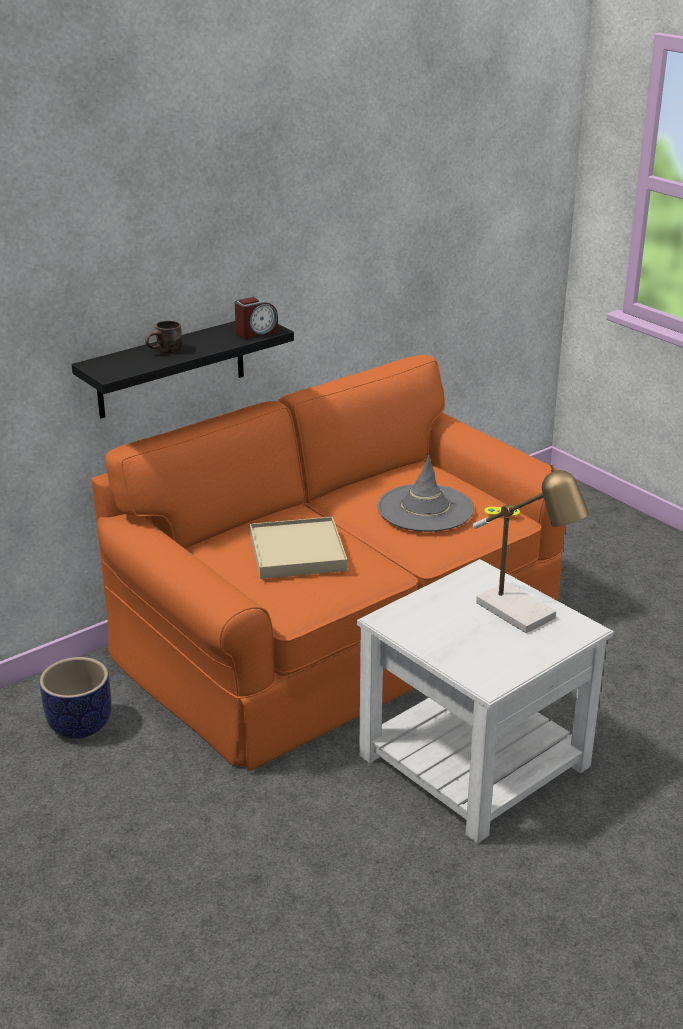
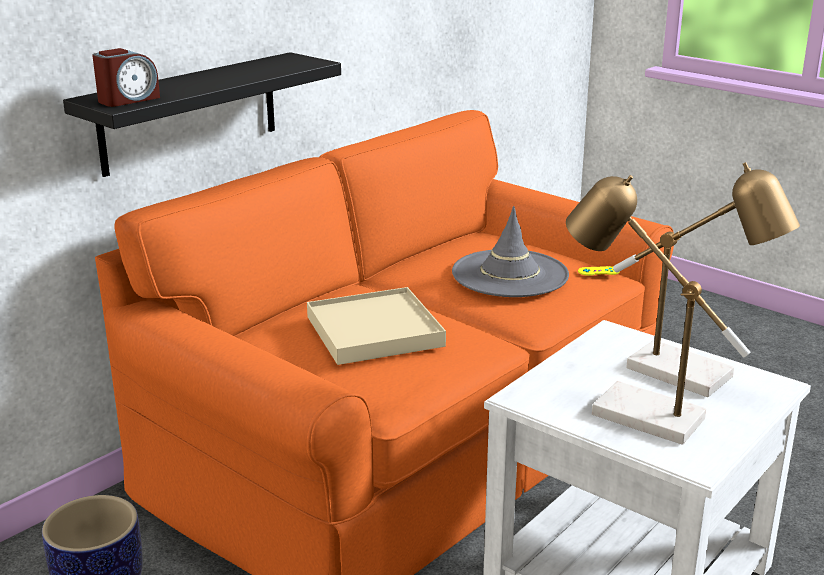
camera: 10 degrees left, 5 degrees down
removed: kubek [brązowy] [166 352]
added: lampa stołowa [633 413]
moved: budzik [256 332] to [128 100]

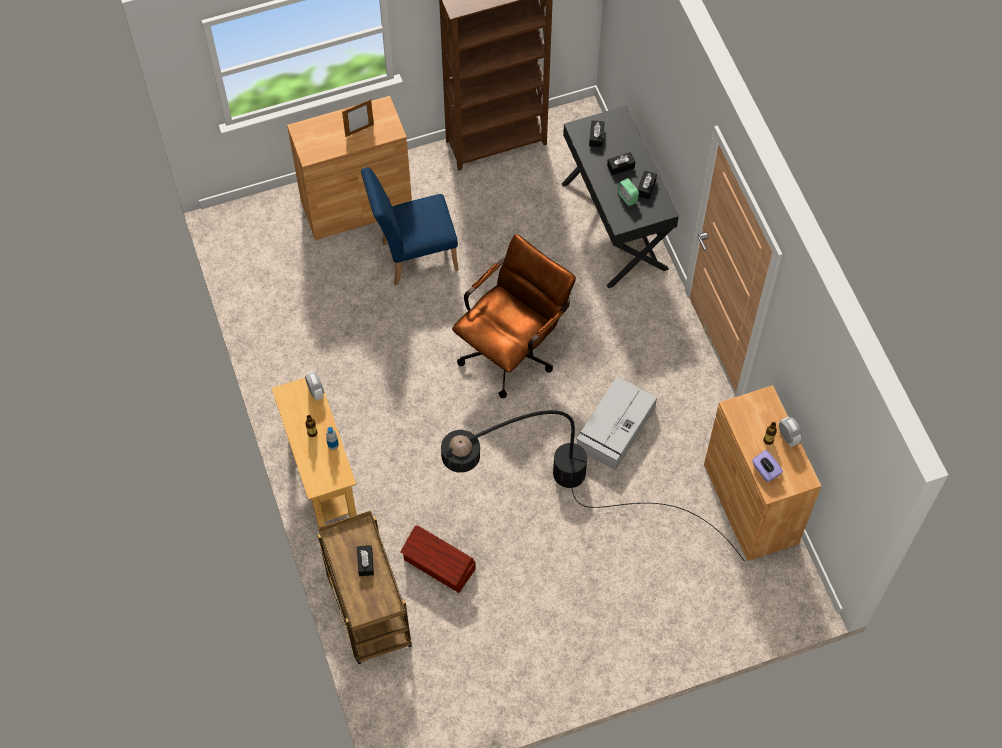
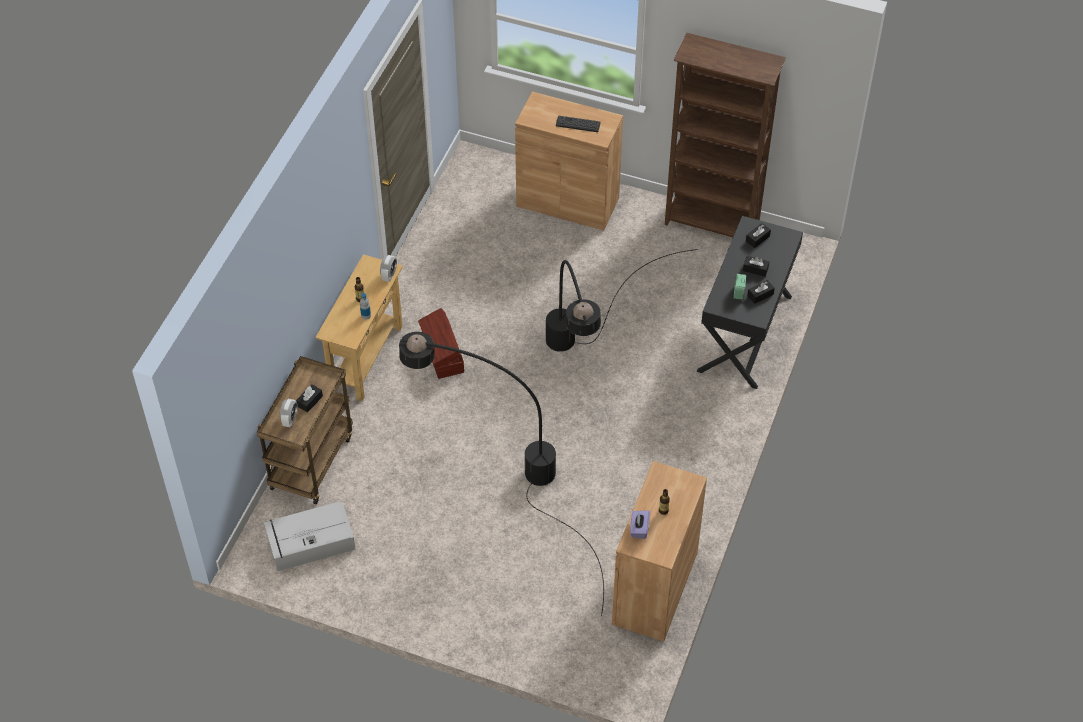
camera: 40 degrees right, 10 degrees down
removed: krzesło [niebieski] [413 256]
moved: pojemnik do przechowywania [brązowy] [439 565] to [442 354]; pojemnik do przechowywania [szary] [615 429] to [309 542]; budzik [787 437] to [290 420]
replaced: ramka na zdjęcie [359 130] to klawiatura [578 124]; krzesło biurowe [brązowy] [513 349] to lampa stojąca [czarny] [583 365]

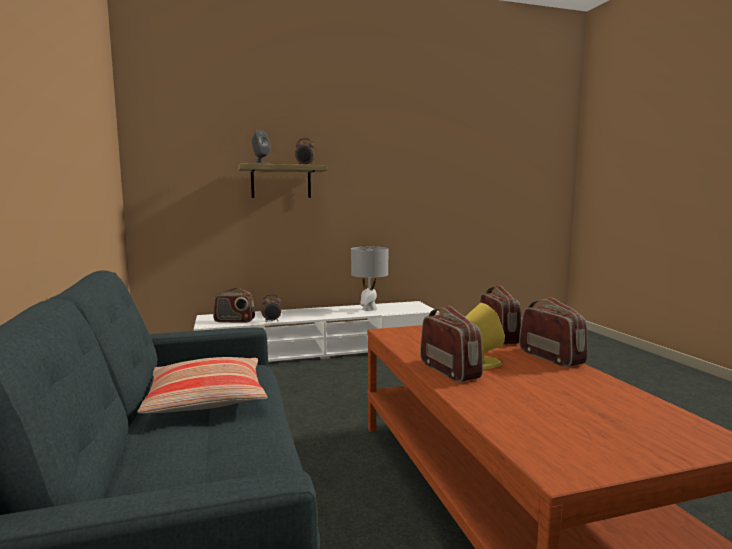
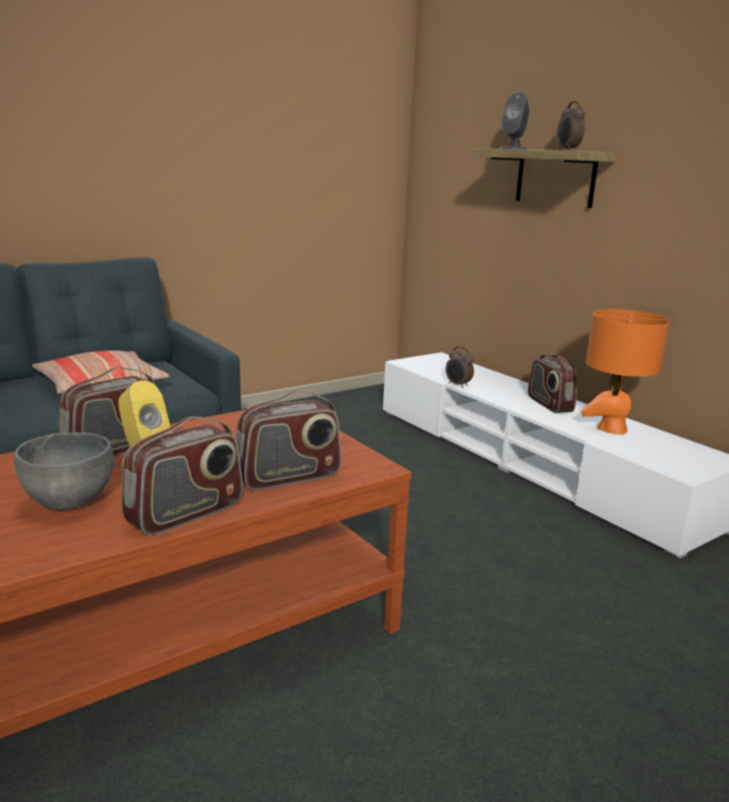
camera: 70 degrees right, 10 degrees up
added: miska [szary] [69 502]
moved: radio [234 321] to [549 404]
recoloured: lampa stołowa [szary] [369 309] to lampa stołowa [pomarańczowy] [612 429]

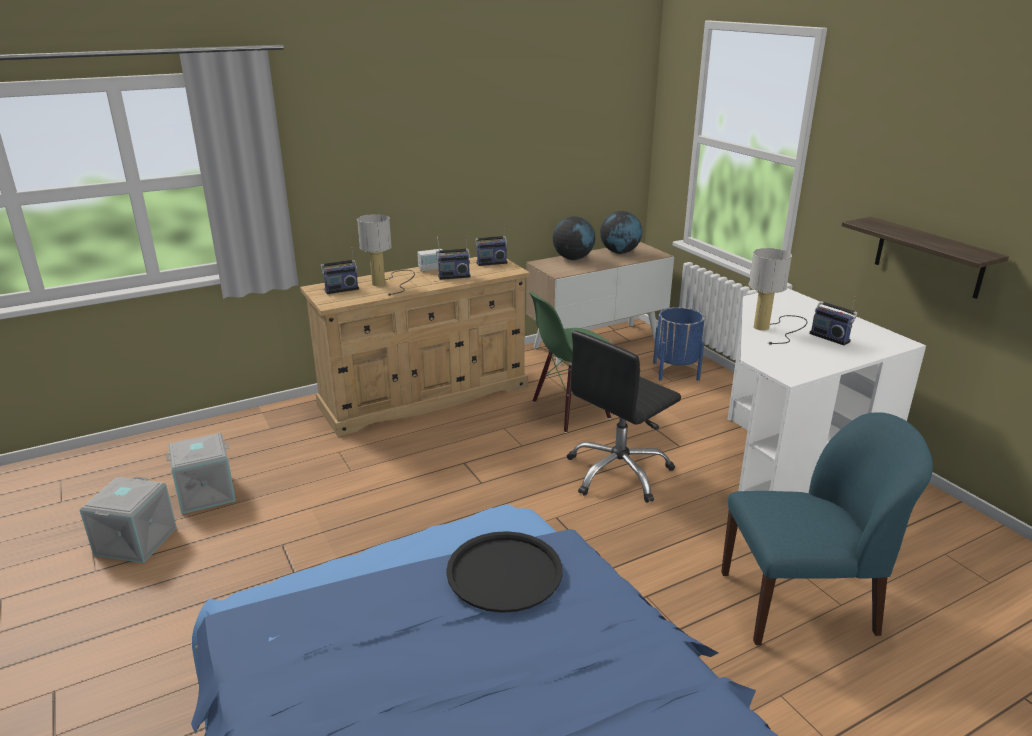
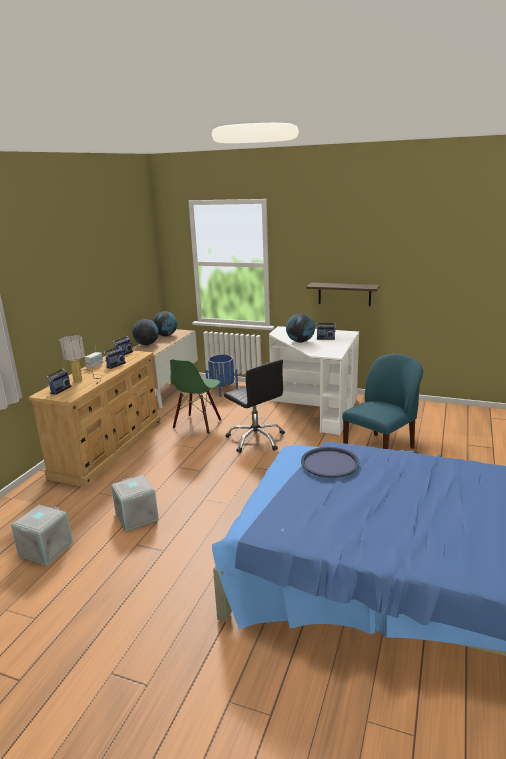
camera: 40 degrees left, 5 degrees down
moved: pojemnik do przechowywania [szary] [137 542] to [137 516]
replaced: lampa stołowa [772 328] to globus [300 341]
recoloured: taca [czarny] [504 572] to taca [niebieski] [329 463]
turned: krzesło biurowe [czarny] [619 473] = [256 439] 45 degrees counterclockwise

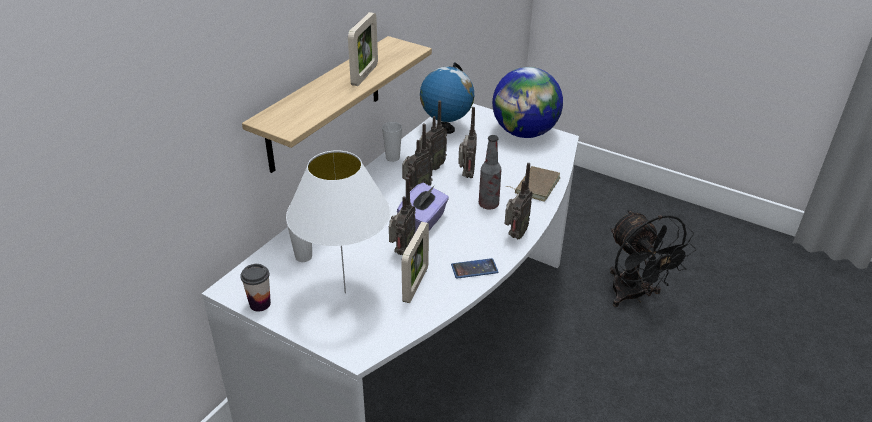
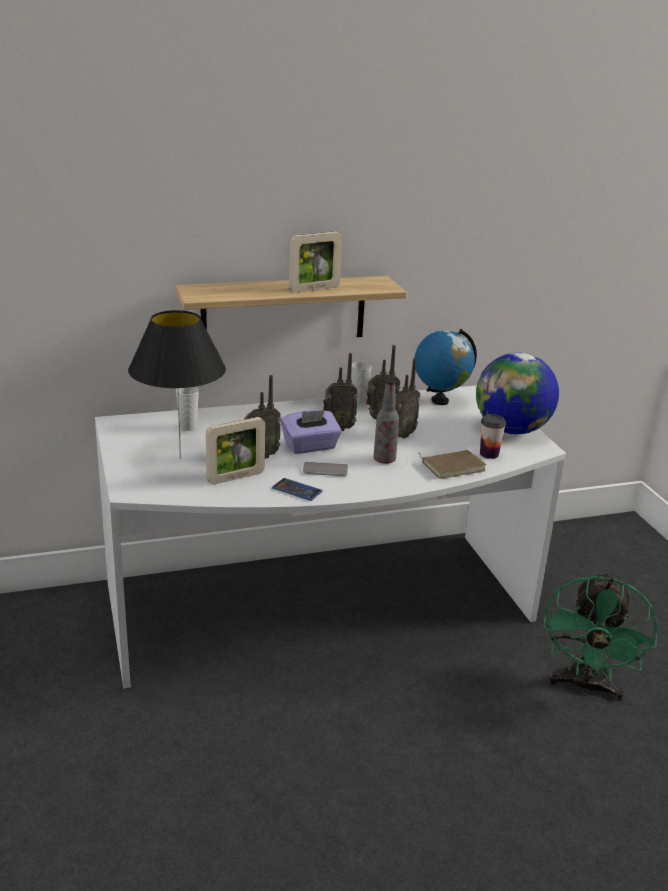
camera: 40 degrees right, 10 degrees down
removed: radio [514 235]
added: telefon [325 470]
moved: filiżanka [260 304] to [489 454]
recoloured: lampa stołowa [biały] [344 292] to lampa stołowa [czarny] [180 458]; wentylator [czarny] [634 296] to wentylator [zielony] [585 687]

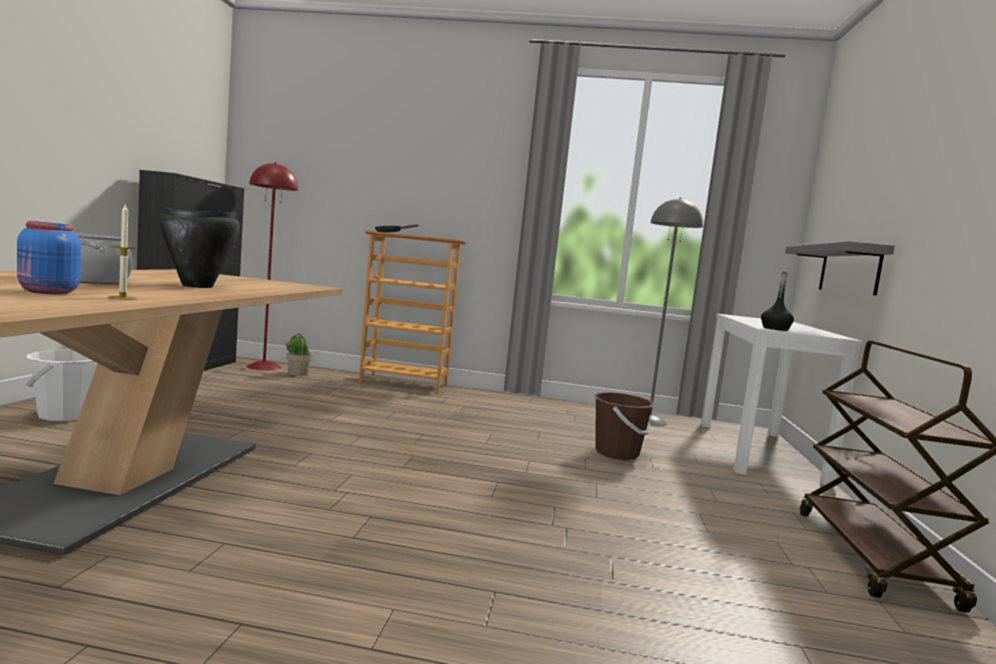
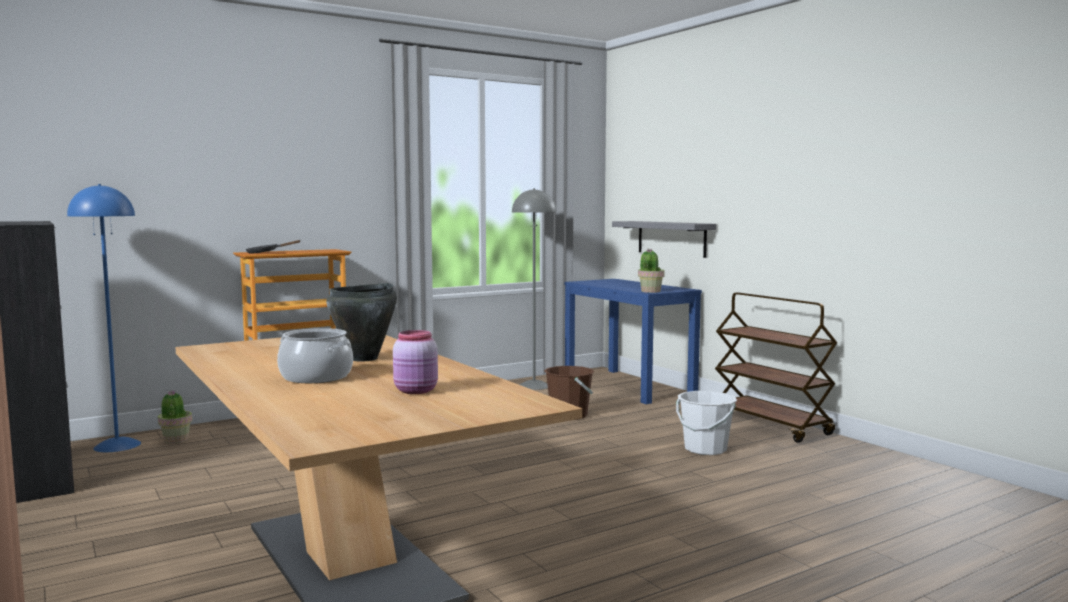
camera: 40 degrees left, 0 degrees up
removed: świeca [122 298]
moved: wiadro [biały] [67 415] to [705 449]
replaced: butelka [czarny] [775 329] to roślina doniczkowa [650 291]
recoloured: słoik [niebieski] [48 292] to słoik [różowy] [416 391]; lampa stojąca [czerwony] [264 366] to lampa stojąca [niebieski] [117 445]; stolik konsolowy [biały] [758 451] to stolik konsolowy [niebieski] [628 386]

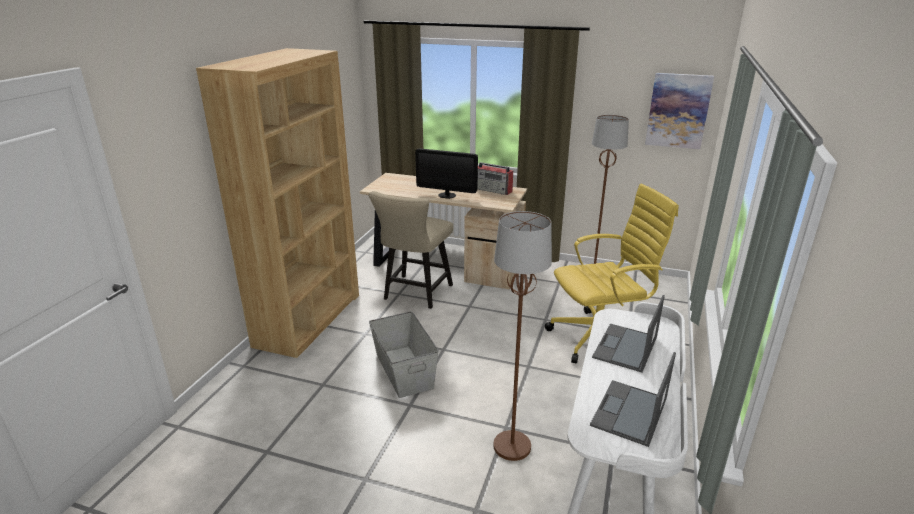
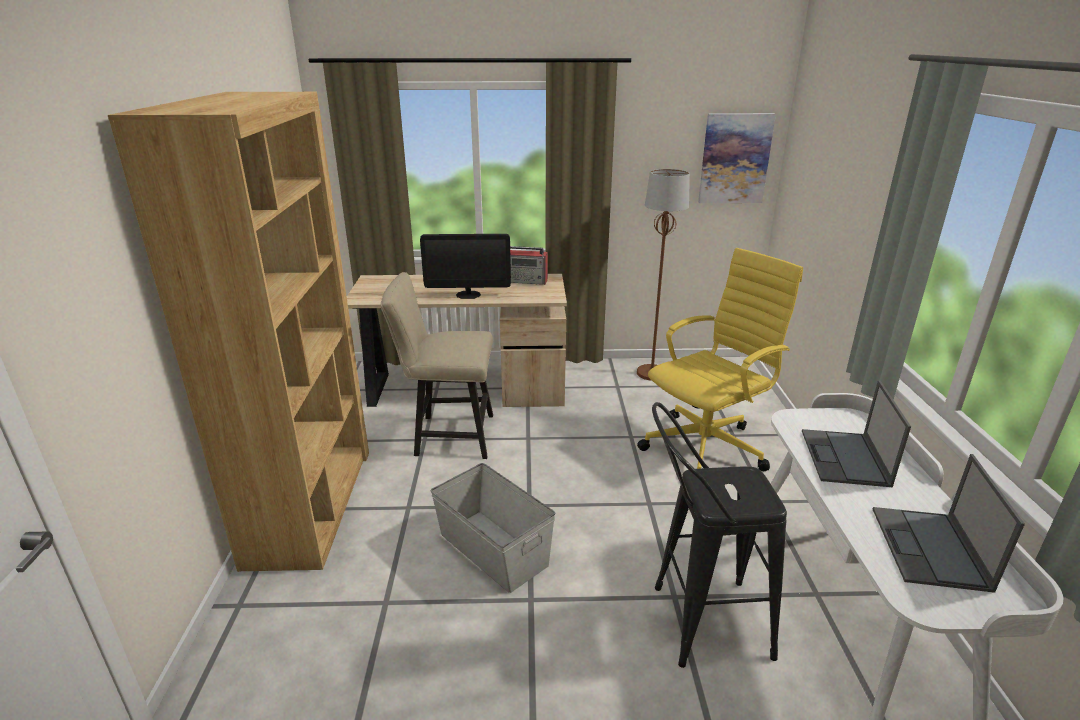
camera: 20 degrees left, 0 degrees up
replaced: lampa stojąca [brązowy] [511 446] to stołek [czarny] [697 622]
turned: krzesło [beżowy] [415 294] = [447 436] 90 degrees clockwise

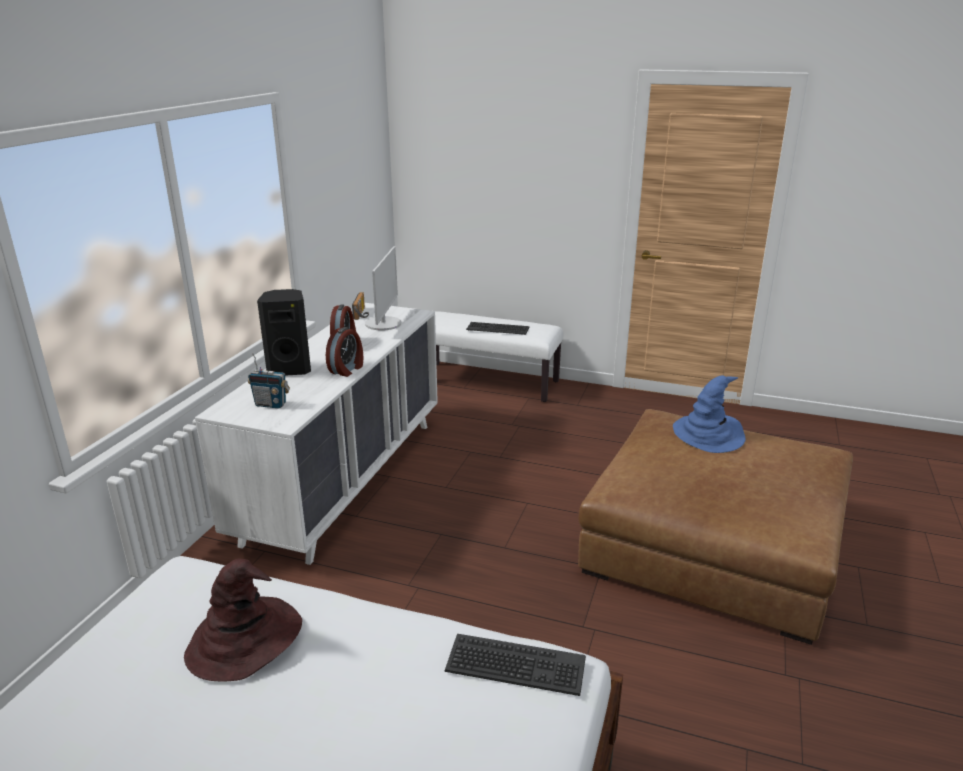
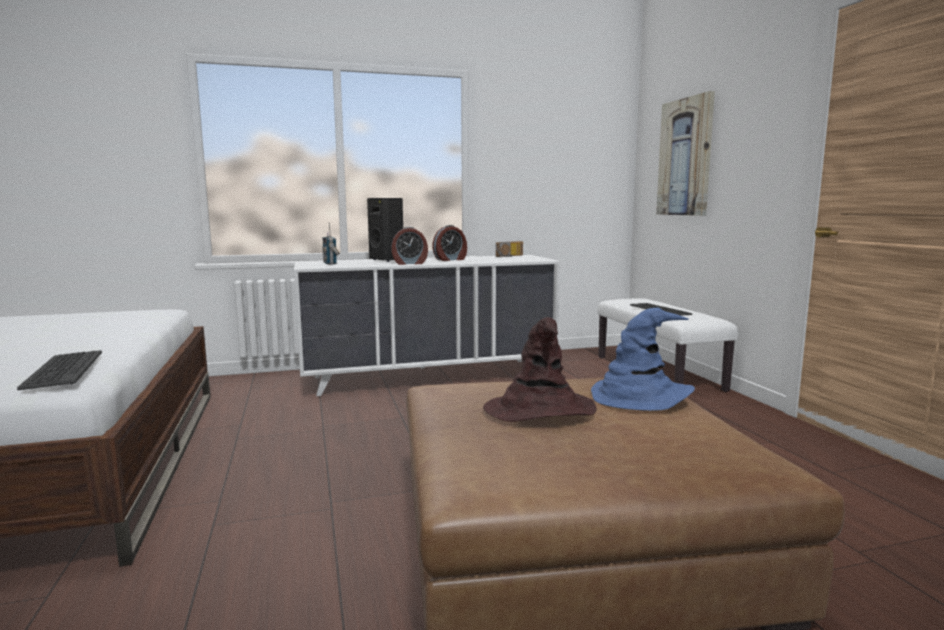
camera: 55 degrees right, 15 degrees down
removed: monitor [384 324]
added: obraz [685 157]
moved: kapelusz [brązowy] [245 640] to [540 410]

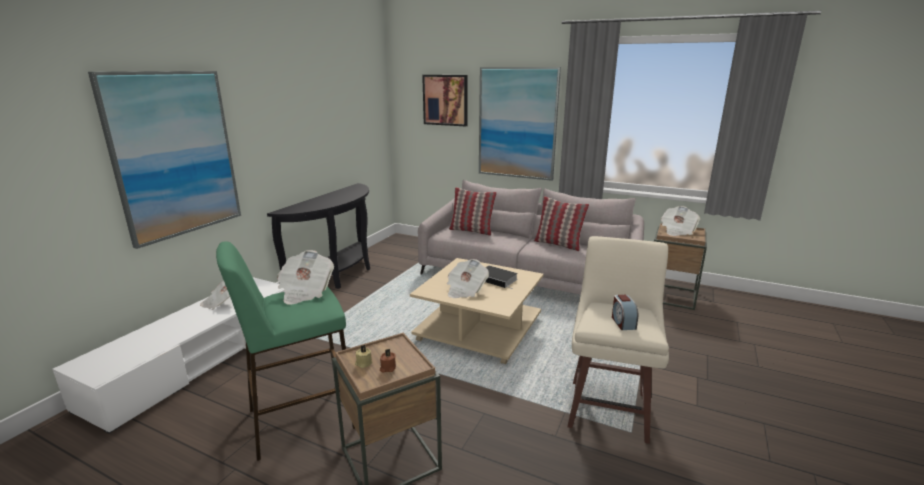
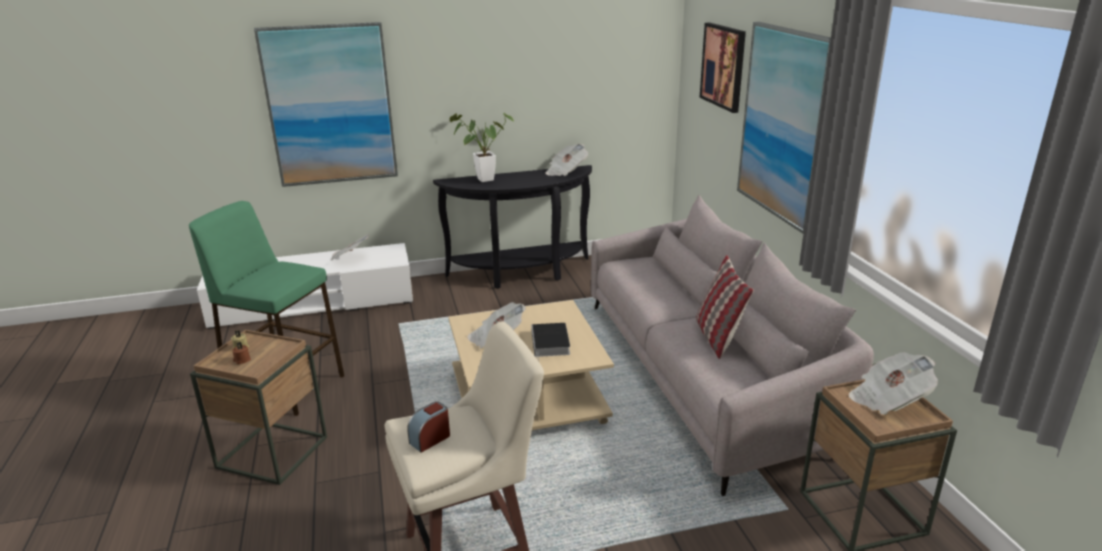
camera: 50 degrees right, 5 degrees up
removed: poduszka [471 231]
added: roślina doniczkowa [481 180]
moved: gazeta [305 291] to [566 171]

